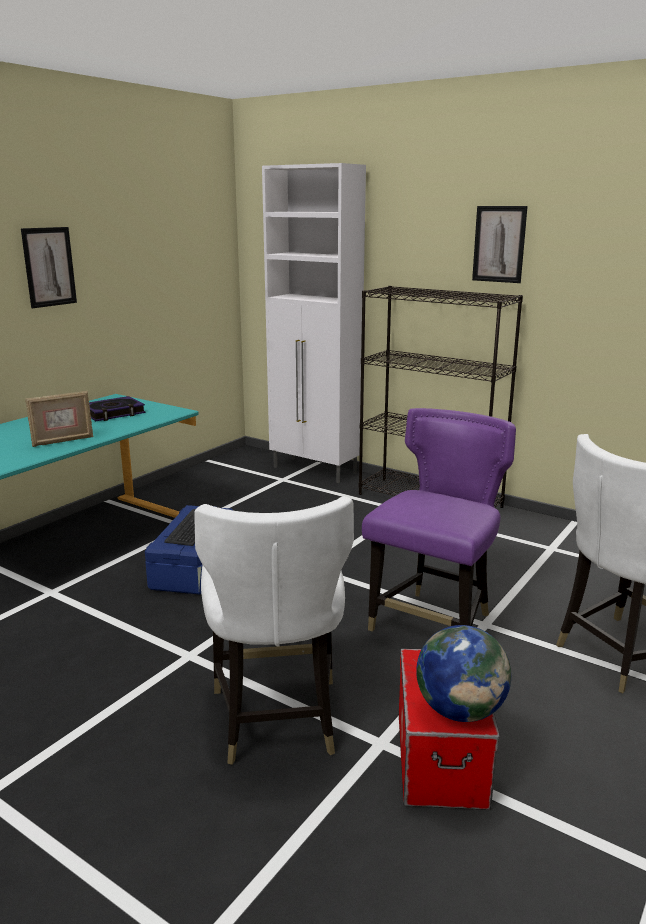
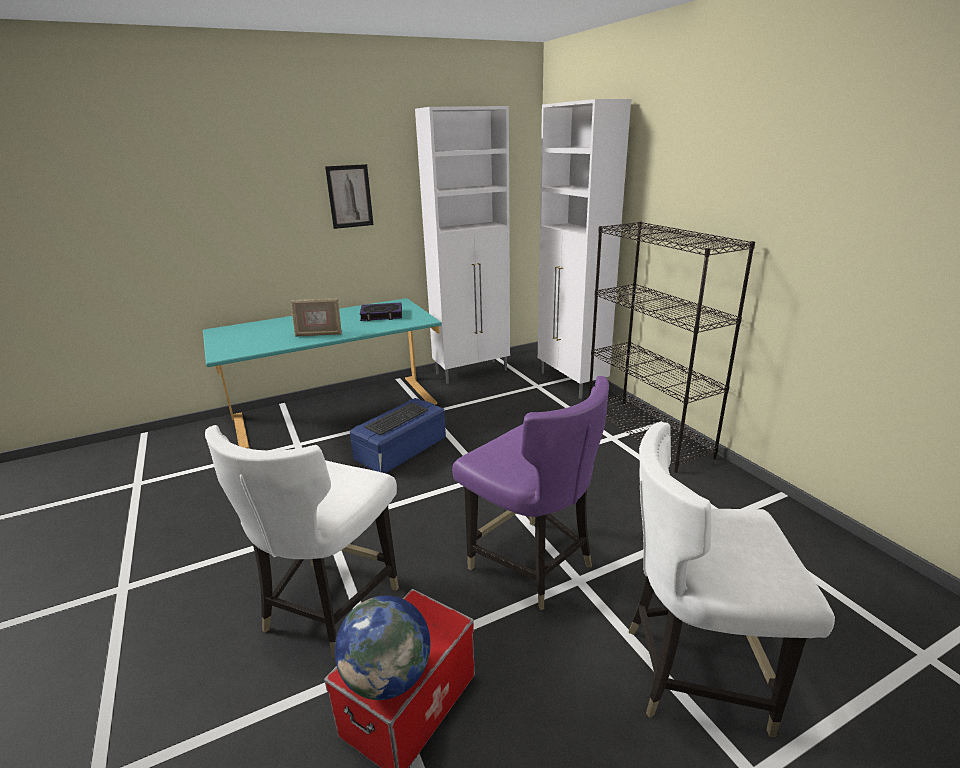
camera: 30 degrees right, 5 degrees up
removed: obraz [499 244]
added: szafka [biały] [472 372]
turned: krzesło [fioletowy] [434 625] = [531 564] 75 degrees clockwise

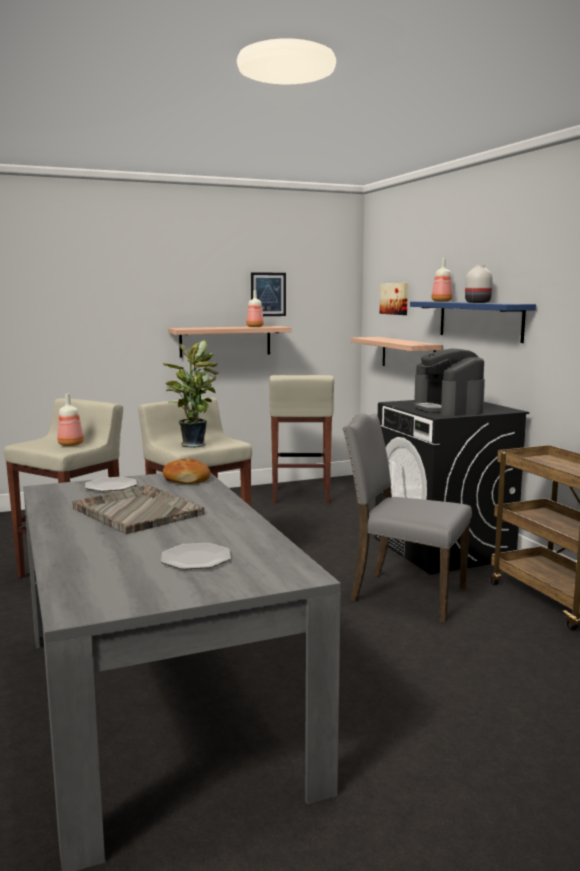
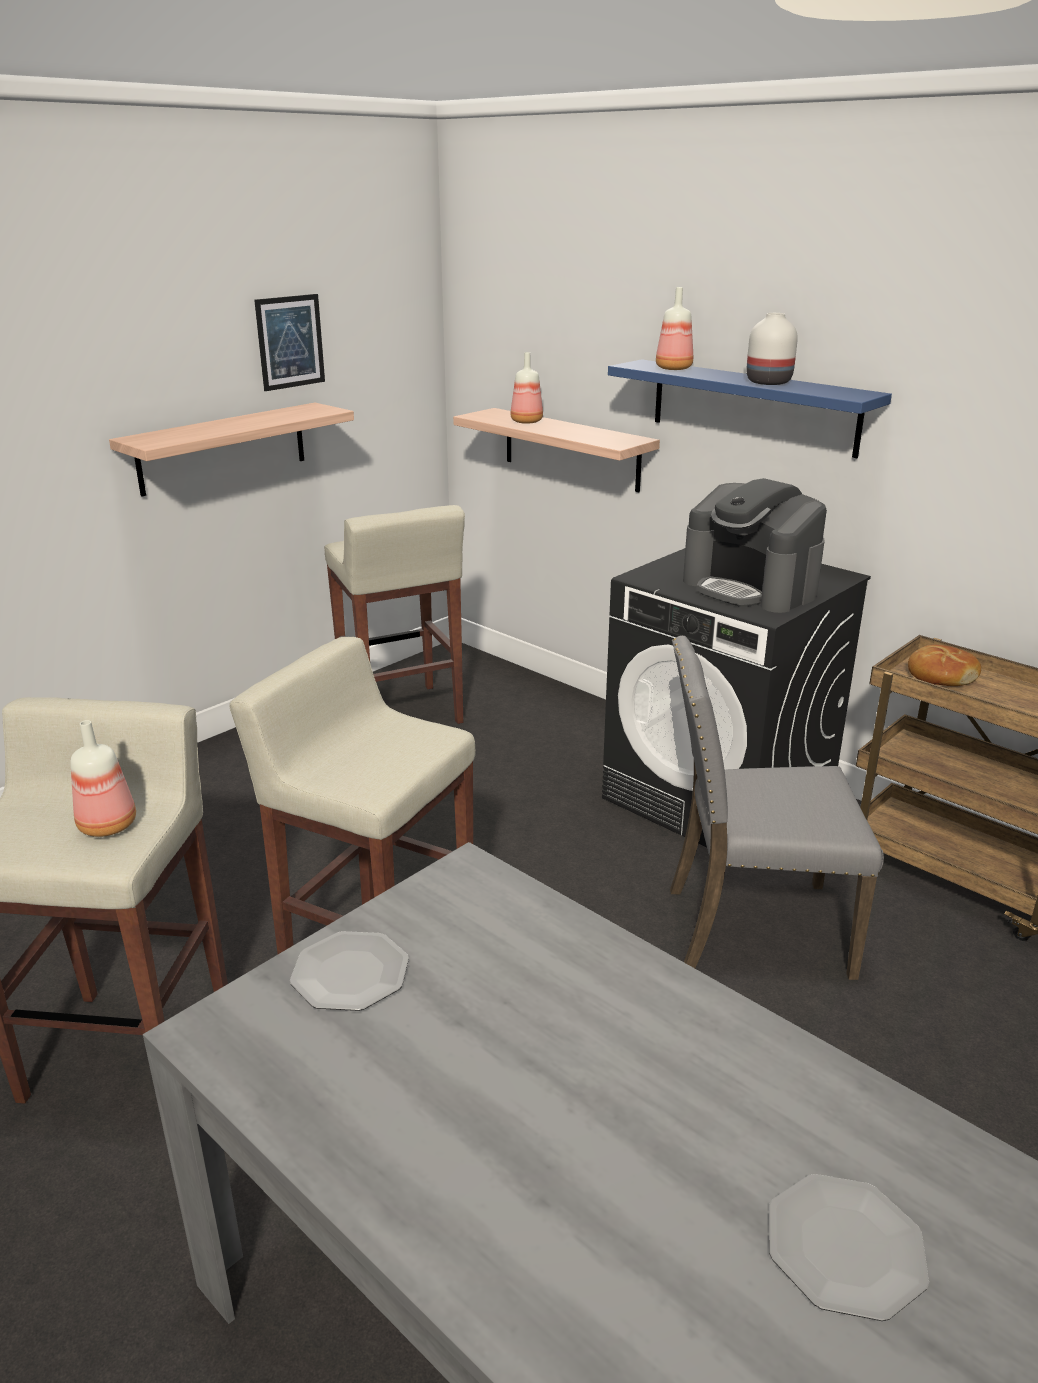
camera: 25 degrees left, 15 degrees up
removed: taca [szary] [137 511]; roślina doniczkowa [193 444]; obraz [395 298]
moved: chleb [186 479] to [940 676]; butelka [254 327] to [526 422]

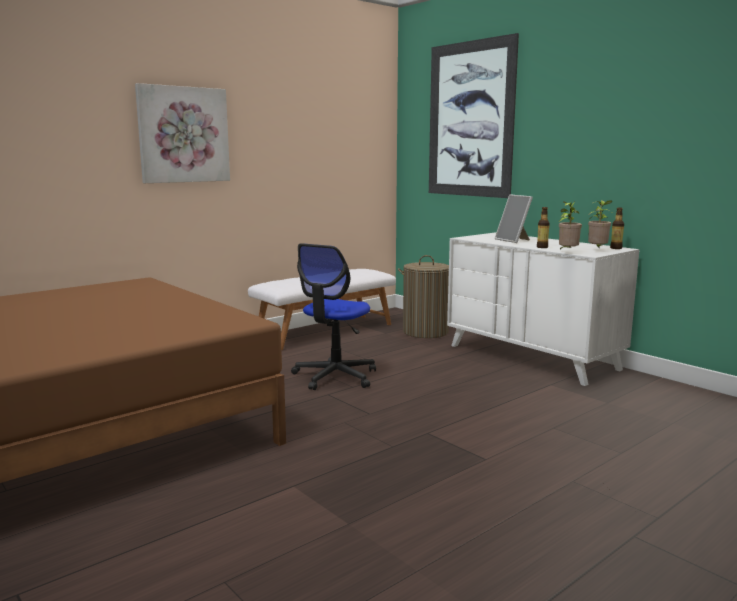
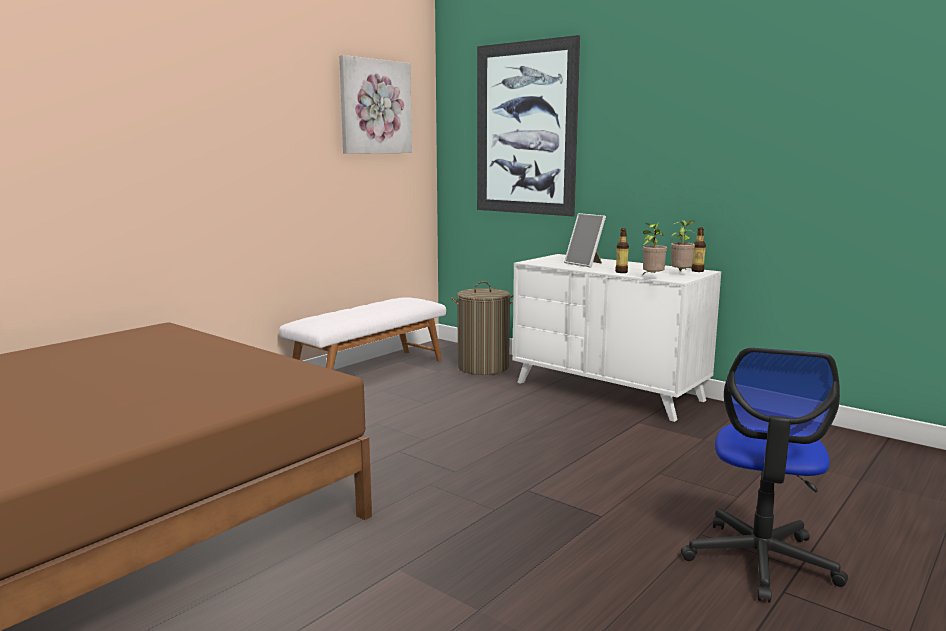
camera: 10 degrees left, 0 degrees up
moved: obraz [183 135] to [375 107]; krzesło biurowe [335 376] to [760 561]

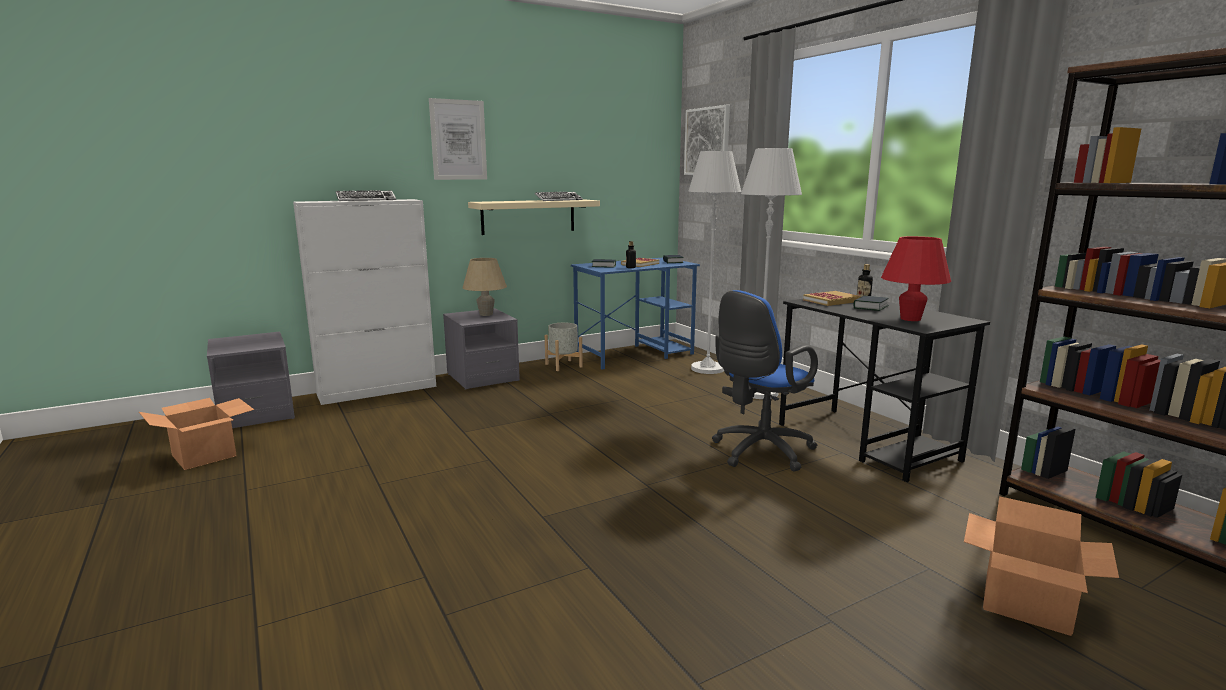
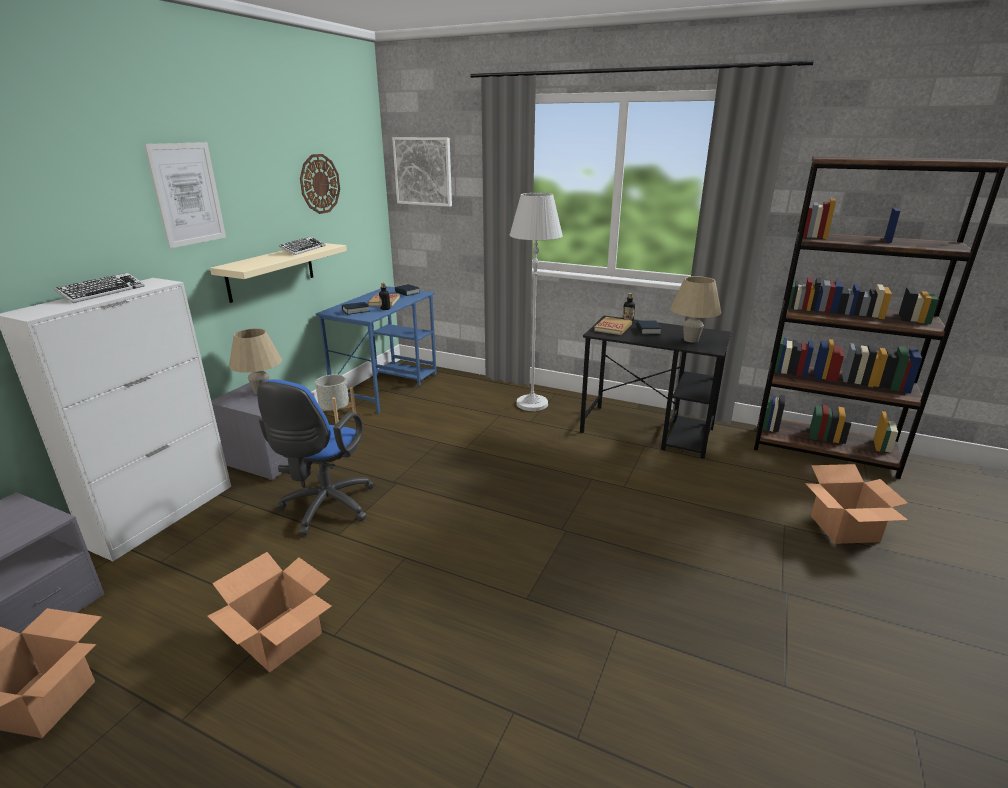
camera: 35 degrees left, 10 degrees up
removed: lampa stojąca [biały] [707 369]
added: karton [281 637]; zegar ścienny [319 184]
moved: krzesło biurowe [niebieski] [759 452] to [325 508]
recoloured: lampa stołowa [czerwony] [910 319] to lampa stołowa [beżowy] [691 340]

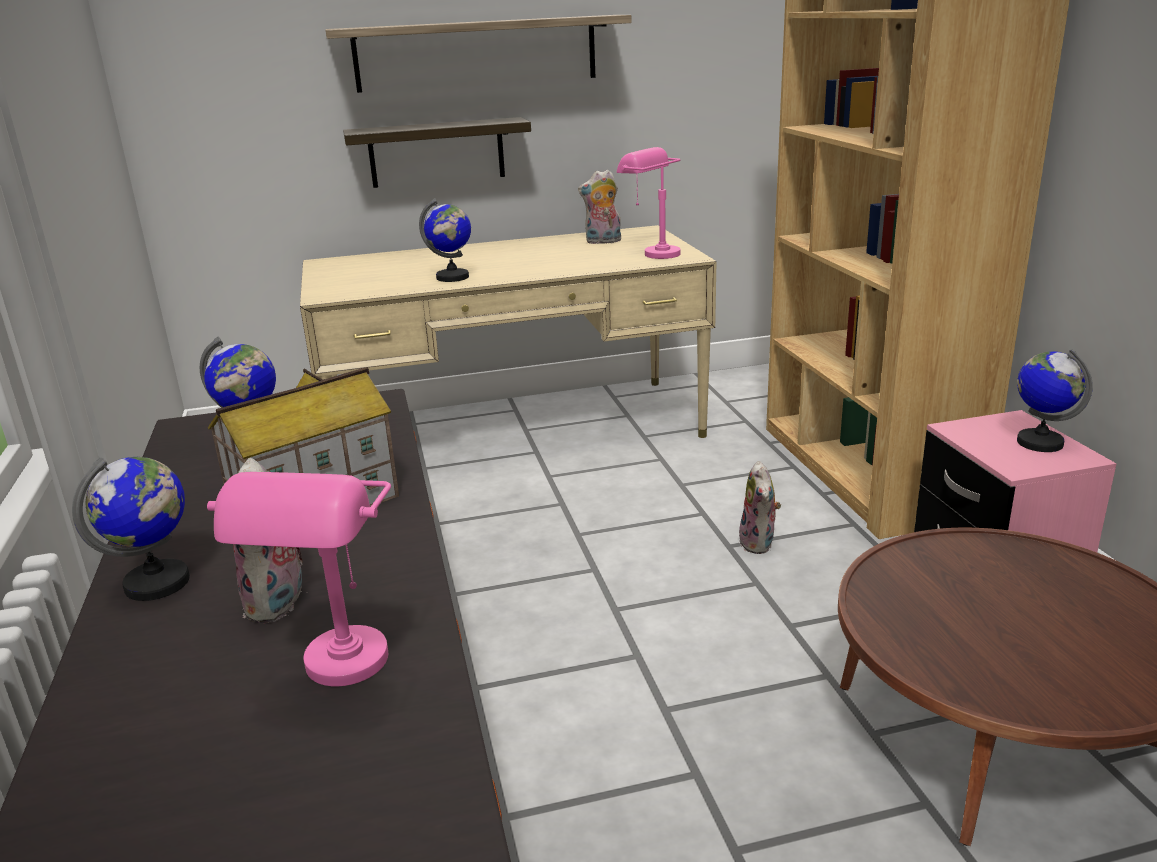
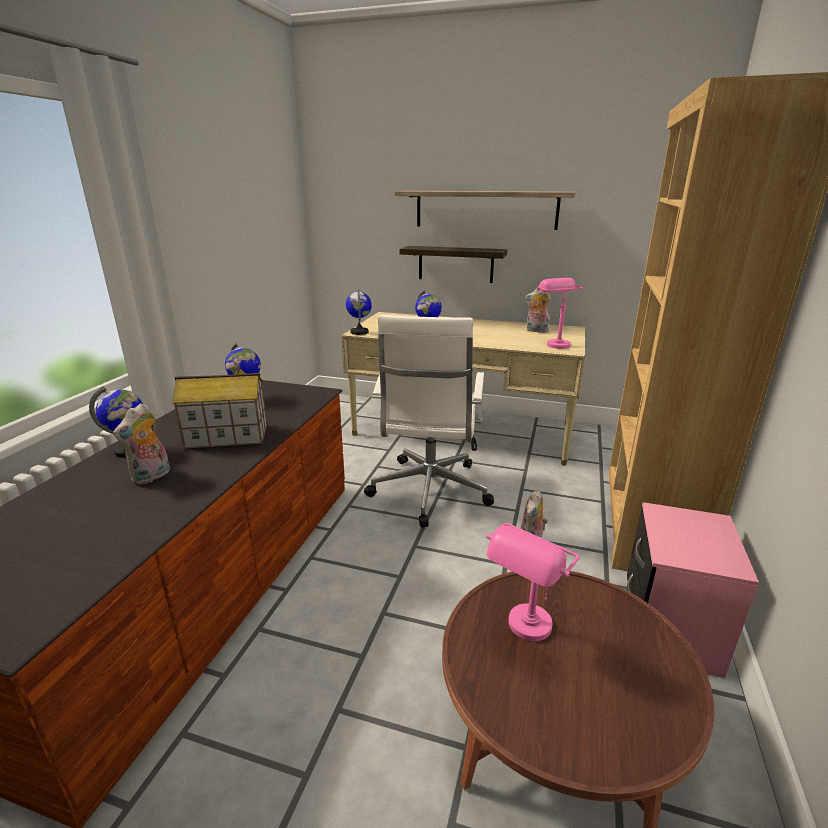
camera: 30 degrees right, 0 degrees up
added: krzesło biurowe [biały] [429 492]
moved: lampa stołowa [różowy] [339 679] to [523 634]; globus [1039 442] to [359 332]

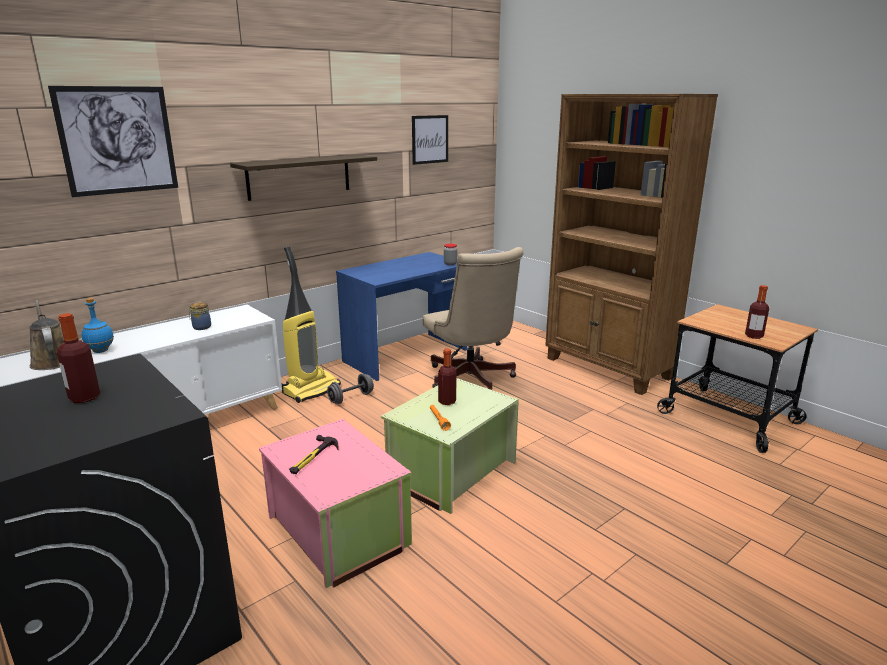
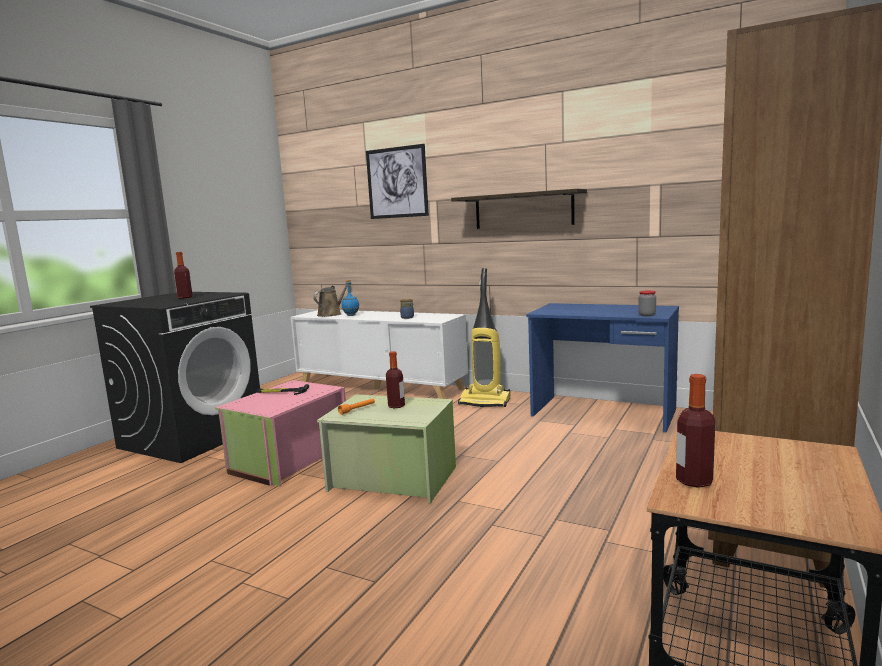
camera: 70 degrees right, 10 degrees down
removed: hantel [szary] [351 398]; obraz [430 139]; krzesło biurowe [beżowy] [471 380]

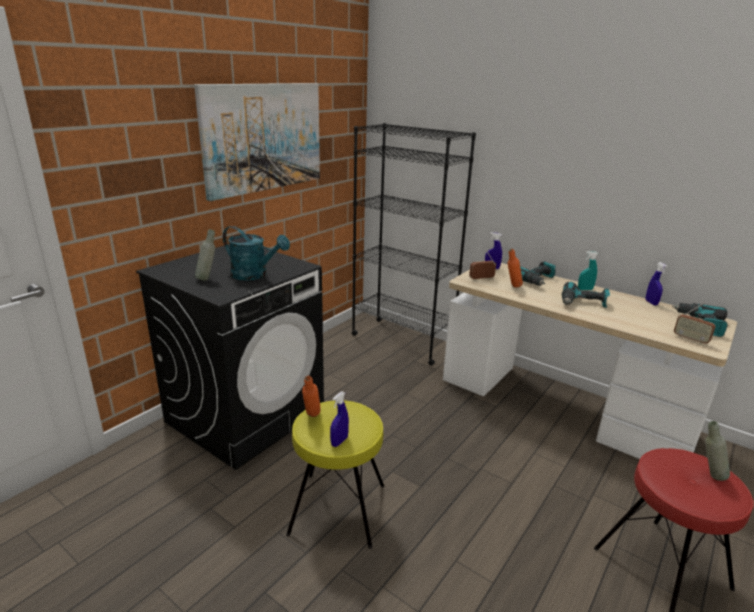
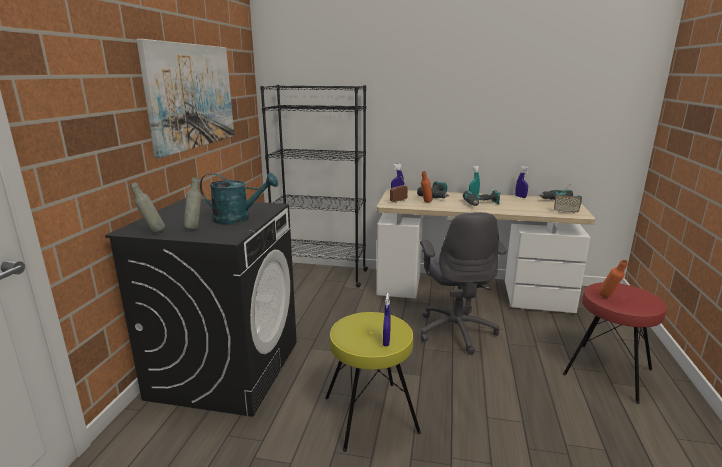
camera: 25 degrees left, 5 degrees down
added: krzesło biurowe [szary] [456 330]
moved: butelka [pomarańczowy] [312 418] to [608 298]; butelka [szary] [709 475] to [152 232]

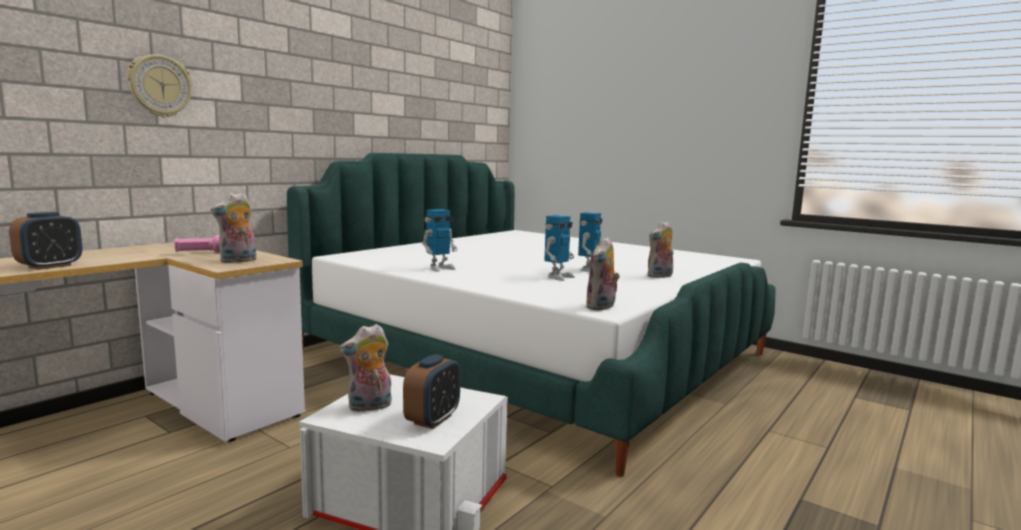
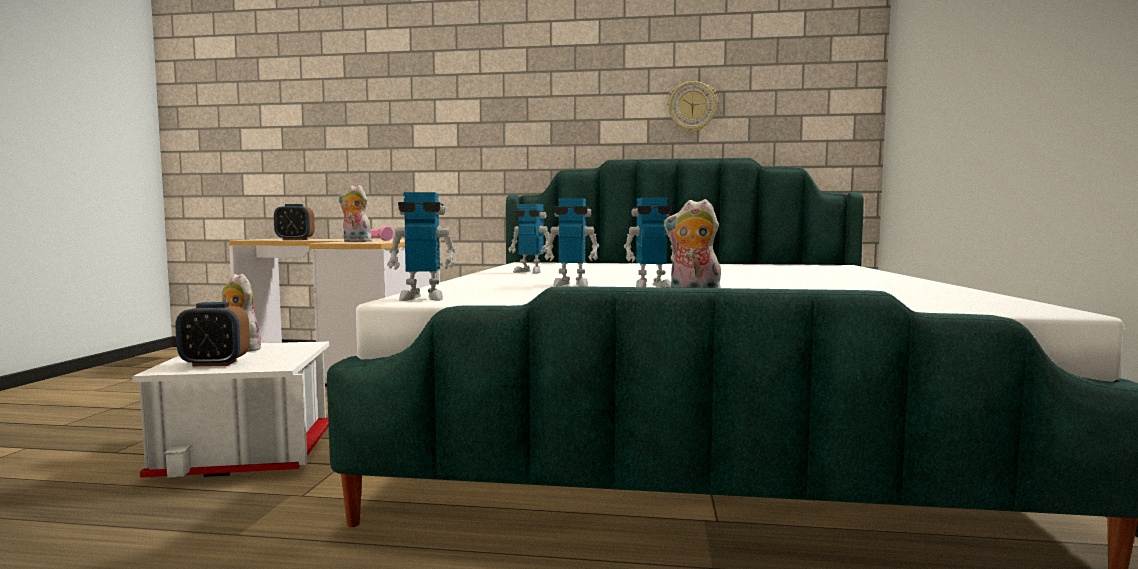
camera: 60 degrees right, 5 degrees down
moved: zegar ścienny [160 86] to [692 107]
replaced: pluszak [601 307] to robot zabawkowy [423 298]

